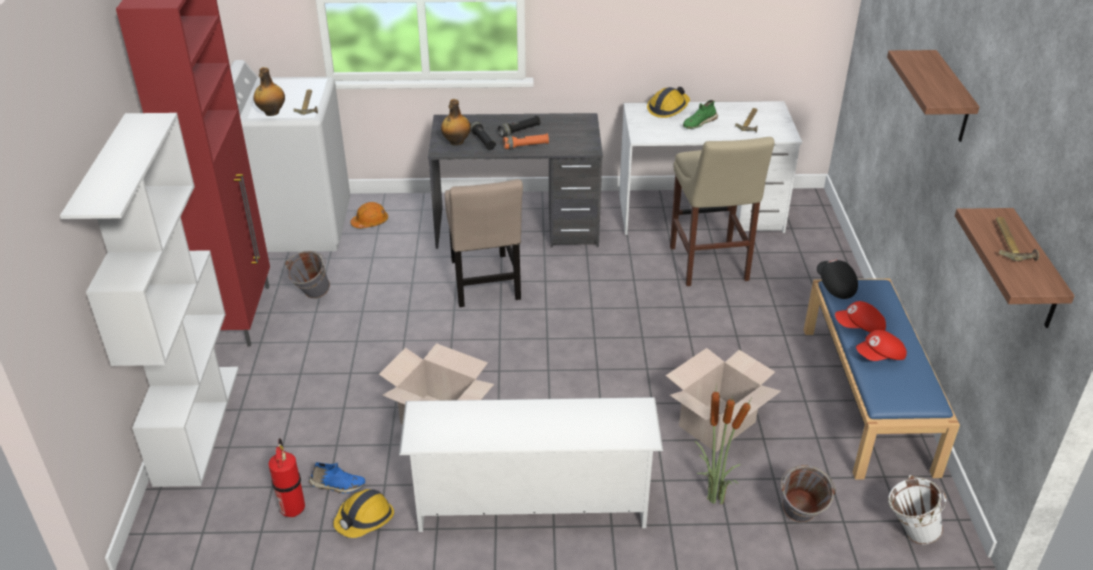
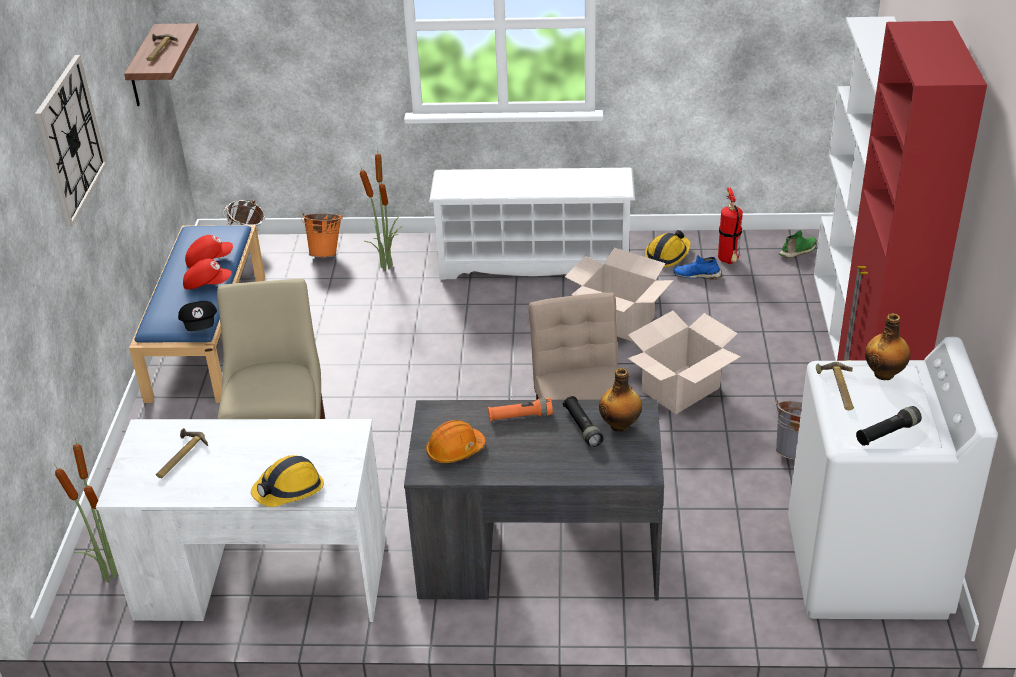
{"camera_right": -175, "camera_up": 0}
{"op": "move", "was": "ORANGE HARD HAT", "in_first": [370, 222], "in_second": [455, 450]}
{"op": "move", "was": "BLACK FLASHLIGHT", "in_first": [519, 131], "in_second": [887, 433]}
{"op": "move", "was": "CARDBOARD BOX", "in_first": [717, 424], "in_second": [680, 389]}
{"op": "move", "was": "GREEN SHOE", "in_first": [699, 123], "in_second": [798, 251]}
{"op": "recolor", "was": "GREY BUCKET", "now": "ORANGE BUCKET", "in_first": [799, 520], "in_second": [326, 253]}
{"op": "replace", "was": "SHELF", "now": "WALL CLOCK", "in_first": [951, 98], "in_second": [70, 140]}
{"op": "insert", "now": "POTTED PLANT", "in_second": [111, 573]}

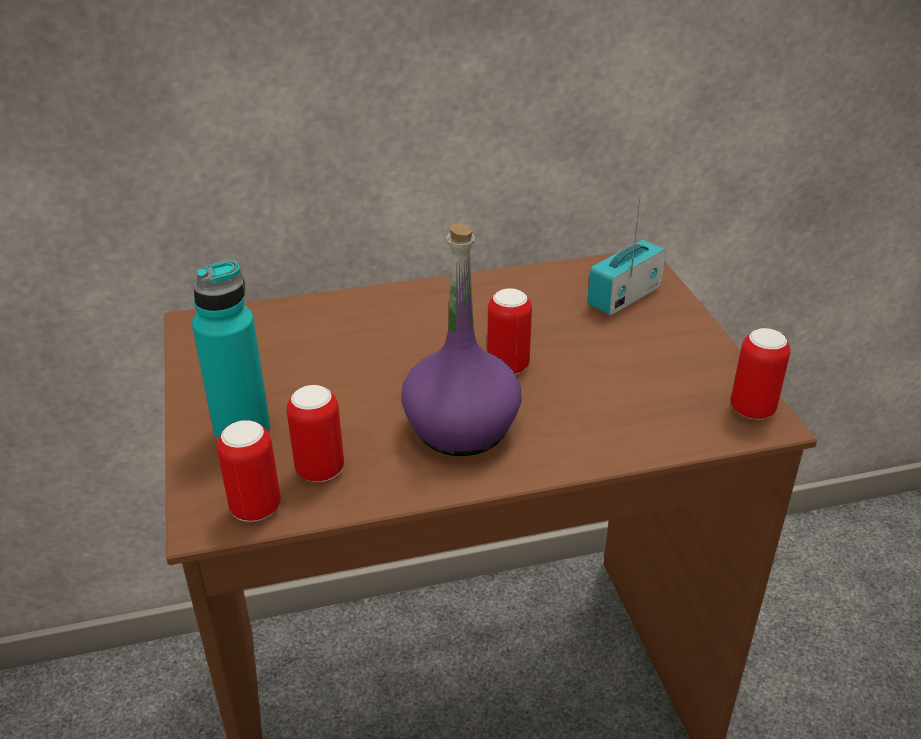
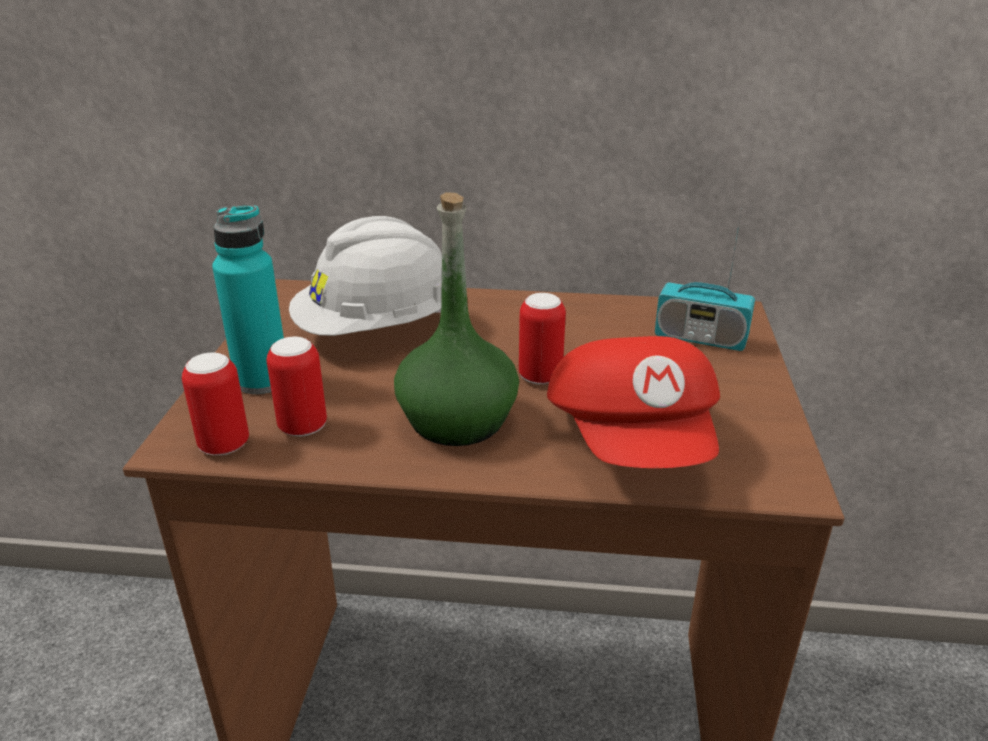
{"camera_right": 20, "camera_up": -5}
{"op": "recolor", "was": "PURPLE BOTTLE", "now": "GREEN BOTTLE", "in_first": [462, 428], "in_second": [458, 420]}
{"op": "rotate", "was": "RADIO", "in_first": [624, 297], "in_second": [700, 338], "clockwise": -135}
{"op": "delete", "was": "CAN", "in_first": [752, 410]}
{"op": "insert", "now": "WHITE HARD HAT", "in_second": [377, 330]}
{"op": "insert", "now": "RED CAP", "in_second": [634, 441]}

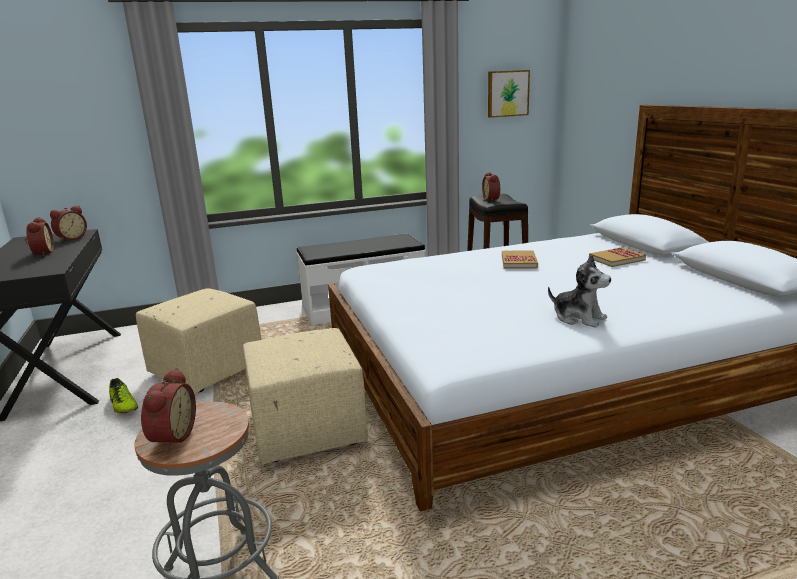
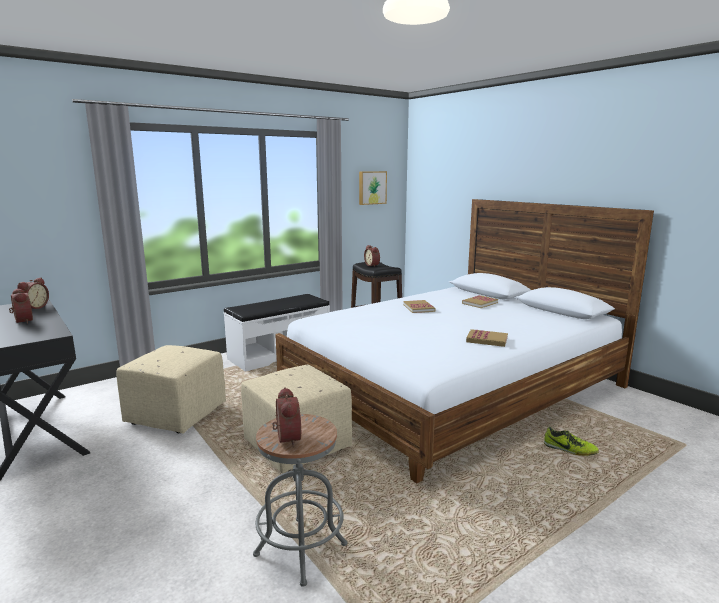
{"camera_right": -20, "camera_up": -5}
{"op": "move", "was": "SHOE", "in_first": [123, 406], "in_second": [569, 450]}
{"op": "replace", "was": "PLUSH TOY", "now": "BOOK", "in_first": [578, 318], "in_second": [487, 340]}

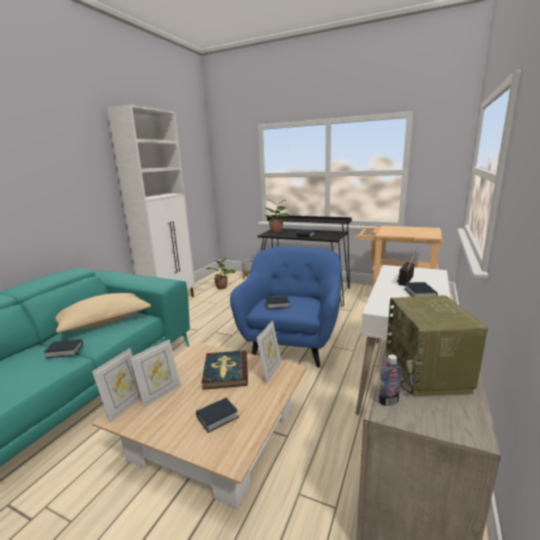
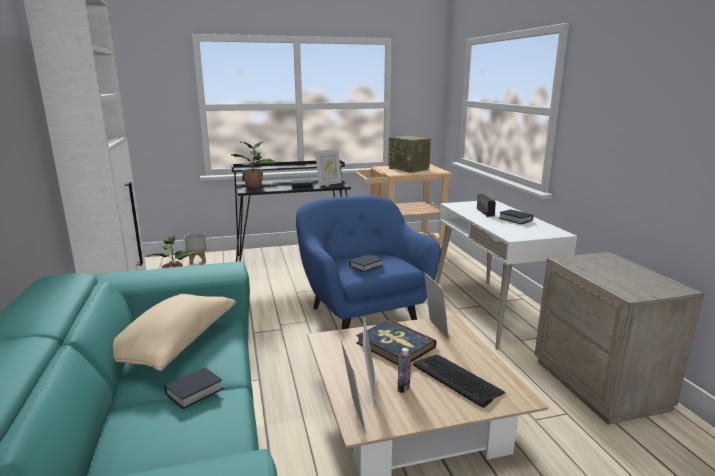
{"camera_right": -40, "camera_up": 0}
{"op": "replace", "was": "BOOK", "now": "KEYBOARD", "in_first": [217, 417], "in_second": [456, 380]}
{"op": "move", "was": "BOTTLE", "in_first": [388, 401], "in_second": [403, 388]}
{"op": "move", "was": "RADIO", "in_first": [428, 373], "in_second": [409, 169]}
{"op": "insert", "now": "PICTURE FRAME", "in_second": [329, 183]}

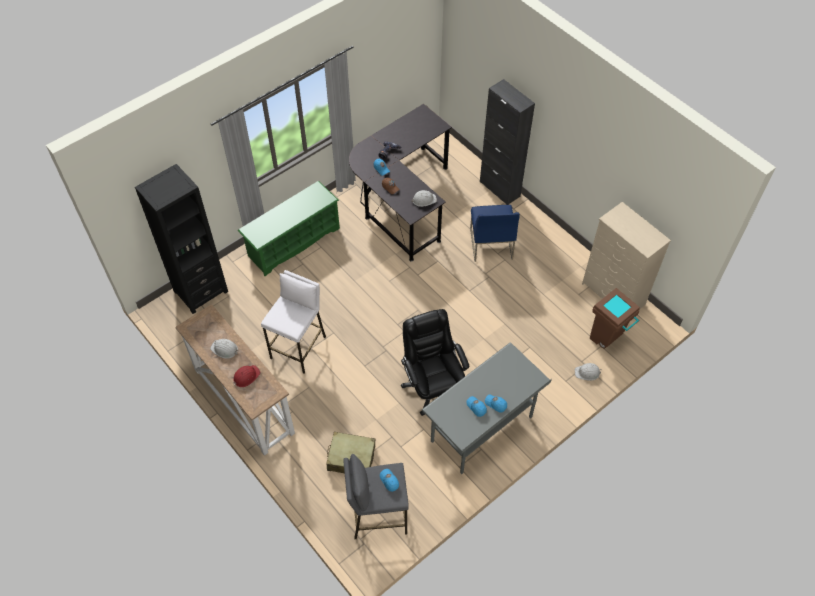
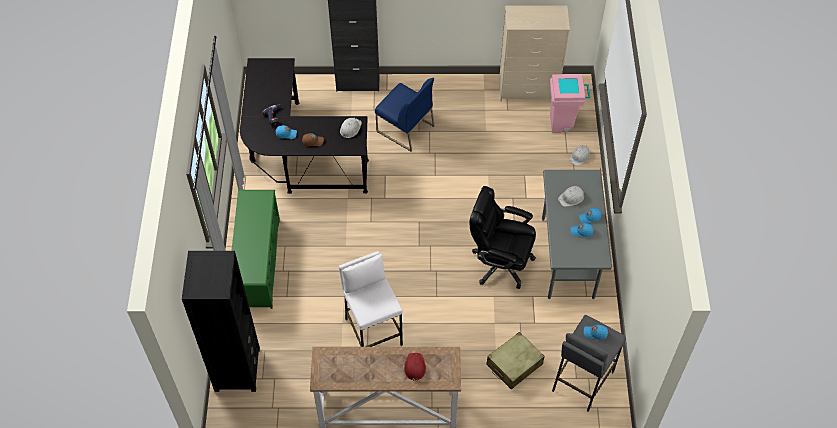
{"camera_right": -50, "camera_up": 0}
{"op": "move", "was": "WHITE HARD HAT", "in_first": [224, 349], "in_second": [571, 198]}
{"op": "recolor", "was": "BROWN TRASH CAN", "now": "PINK TRASH CAN", "in_first": [607, 340], "in_second": [563, 123]}

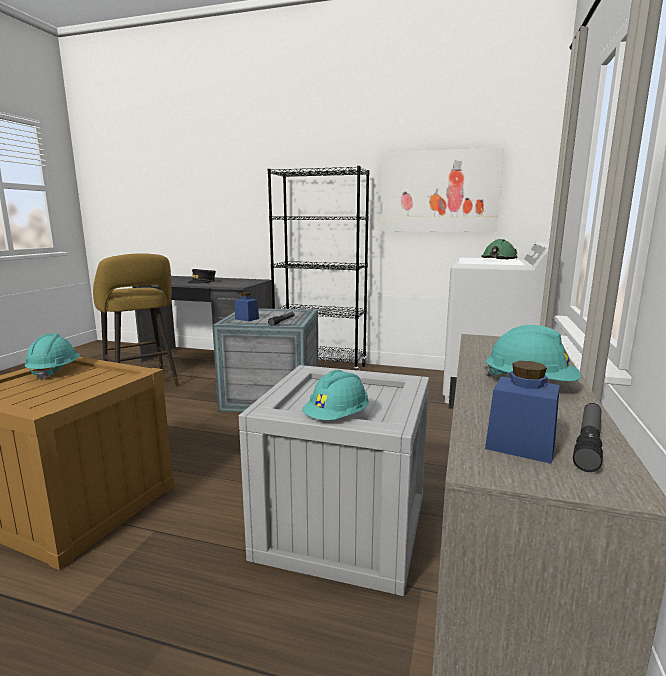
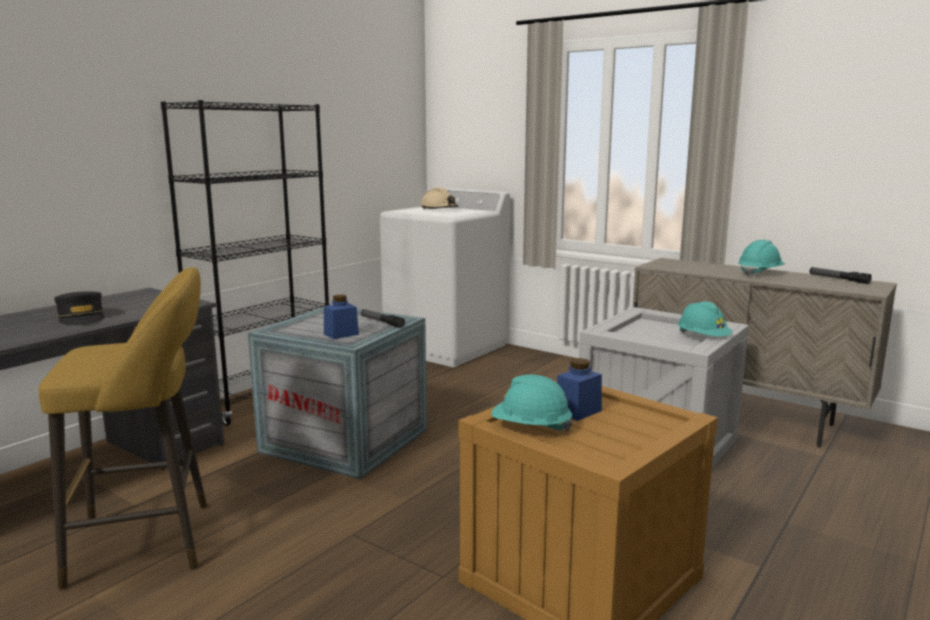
{"camera_right": -70, "camera_up": 0}
{"op": "delete", "was": "PICTURE", "in_first": [438, 192]}
{"op": "recolor", "was": "GREEN HARD HAT", "now": "BEIGE HARD HAT", "in_first": [498, 260], "in_second": [439, 209]}
{"op": "move", "was": "BLUE JAR", "in_first": [520, 445], "in_second": [578, 411]}

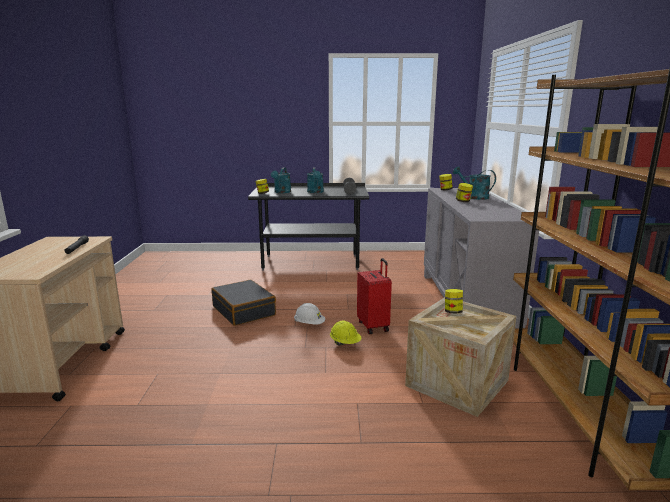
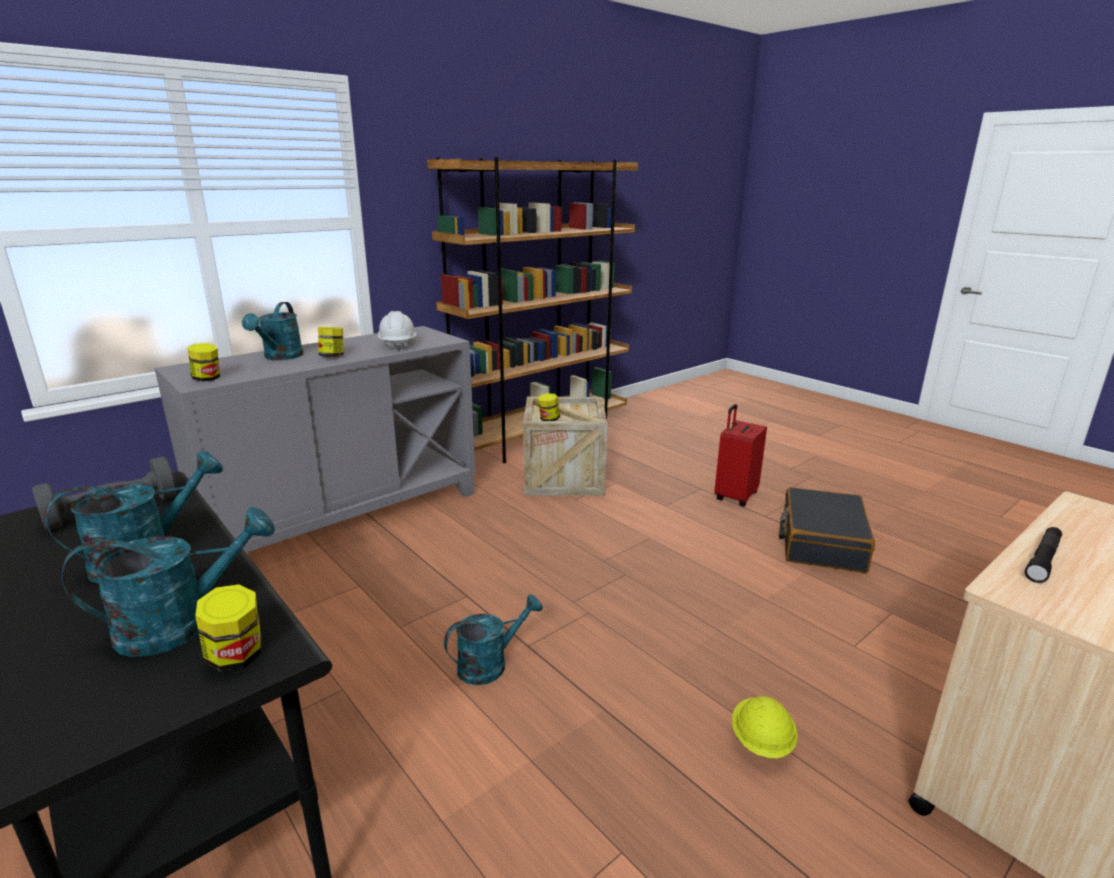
{"camera_right": -130, "camera_up": 5}
{"op": "move", "was": "BLACK SUITCASE", "in_first": [244, 311], "in_second": [821, 542]}
{"op": "move", "was": "WHITE HARD HAT", "in_first": [309, 324], "in_second": [397, 345]}
{"op": "move", "was": "YELLOW HARD HAT", "in_first": [345, 344], "in_second": [761, 741]}
{"op": "move", "was": "RED SUITCASE", "in_first": [374, 326], "in_second": [734, 496]}
{"op": "insert", "now": "TURQUOISE WATERING CAN", "in_second": [490, 664]}

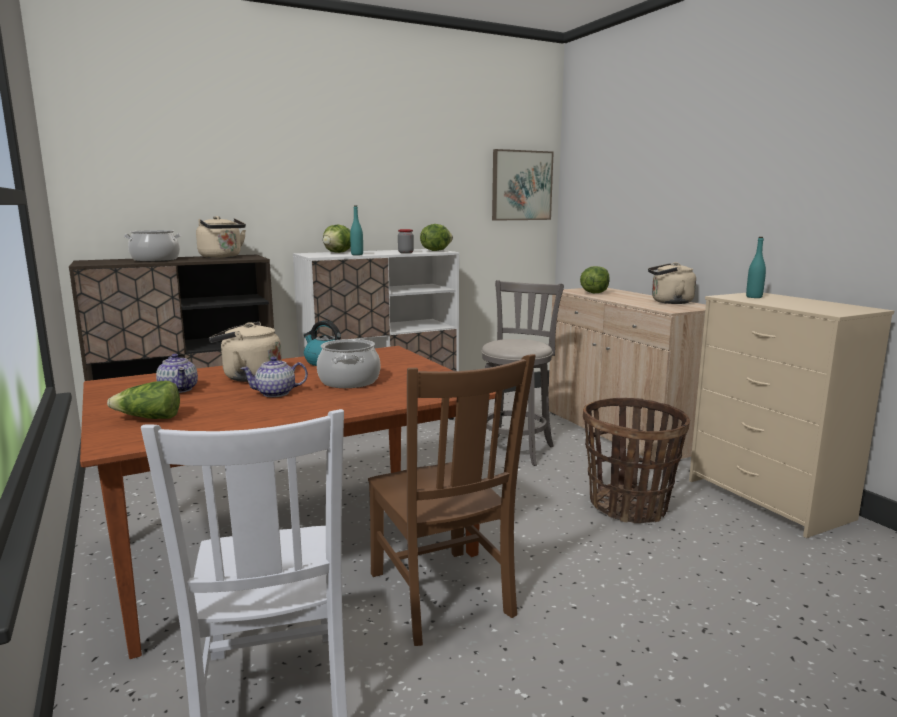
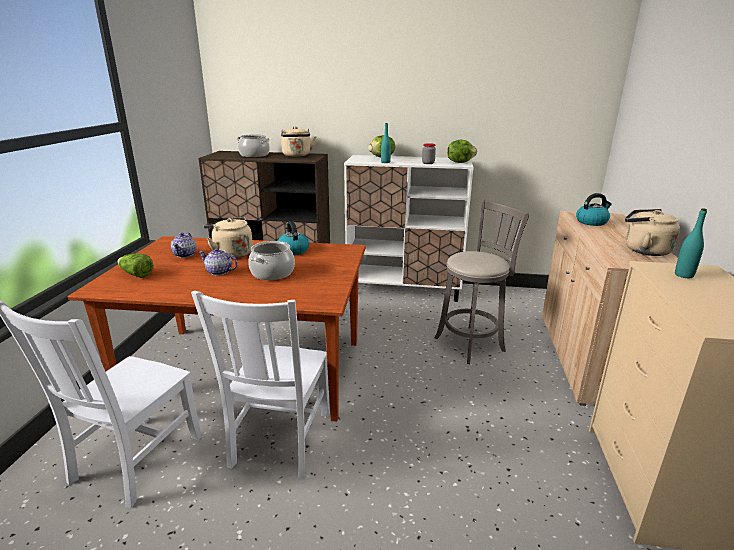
{"camera_right": 35, "camera_up": 10}
{"op": "recolor", "was": "BROWN CHAIR", "now": "WHITE CHAIR", "in_first": [442, 597], "in_second": [280, 441]}
{"op": "delete", "was": "PICTURE", "in_first": [521, 185]}
{"op": "replace", "was": "LETTUCE", "now": "KETTLE", "in_first": [594, 293], "in_second": [591, 222]}
{"op": "delete", "was": "BASKET", "in_first": [628, 506]}

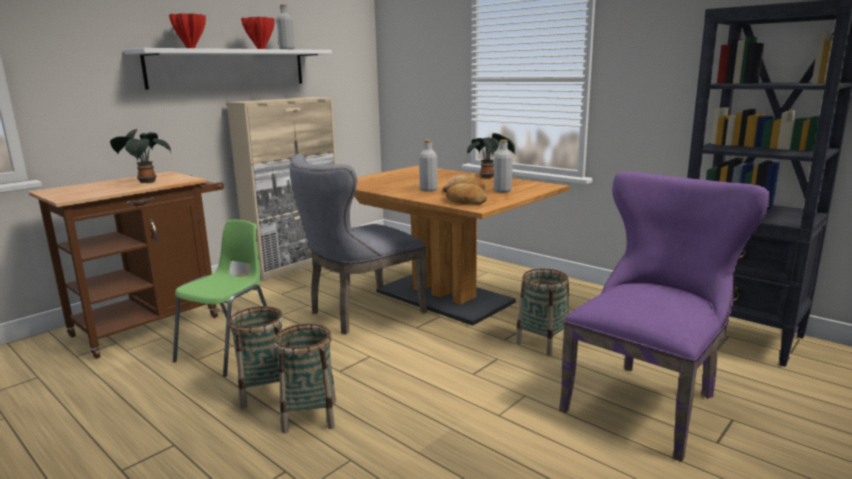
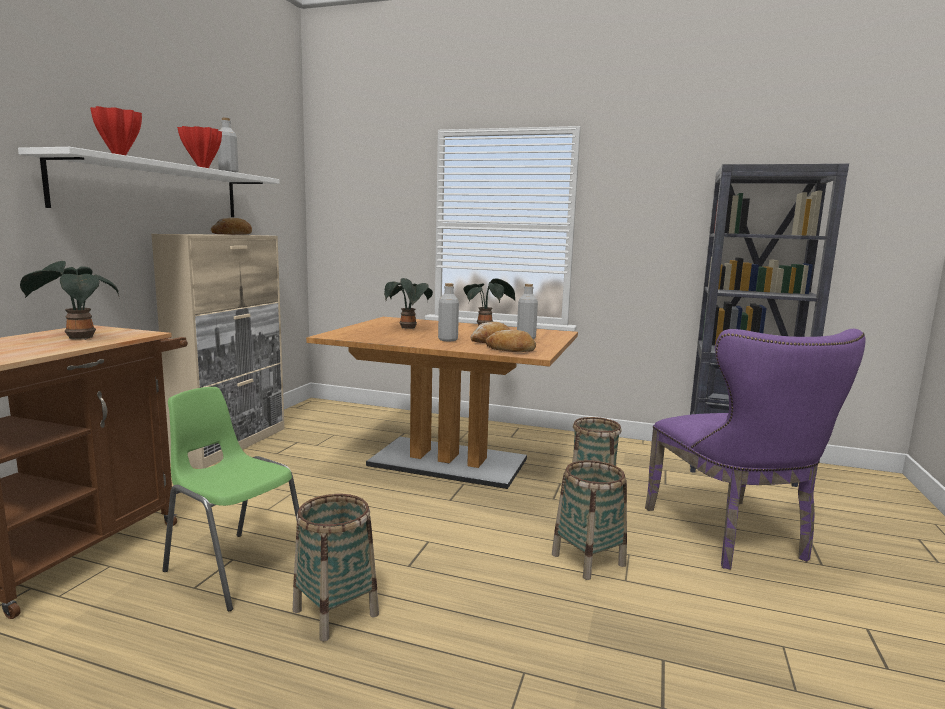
{"camera_right": -25, "camera_up": -5}
{"op": "rotate", "was": "GREEN CHAIR", "in_first": [230, 351], "in_second": [236, 567], "clockwise": -60}
{"op": "move", "was": "BASKET", "in_first": [310, 416], "in_second": [588, 560]}
{"op": "delete", "was": "GREY CHAIR", "in_first": [360, 313]}
{"op": "rotate", "was": "PURPLE CHAIR", "in_first": [647, 400], "in_second": [733, 537], "clockwise": 150}
{"op": "insert", "now": "BREAD", "in_second": [232, 234]}
{"op": "insert", "now": "POTTED PLANT", "in_second": [408, 328]}

